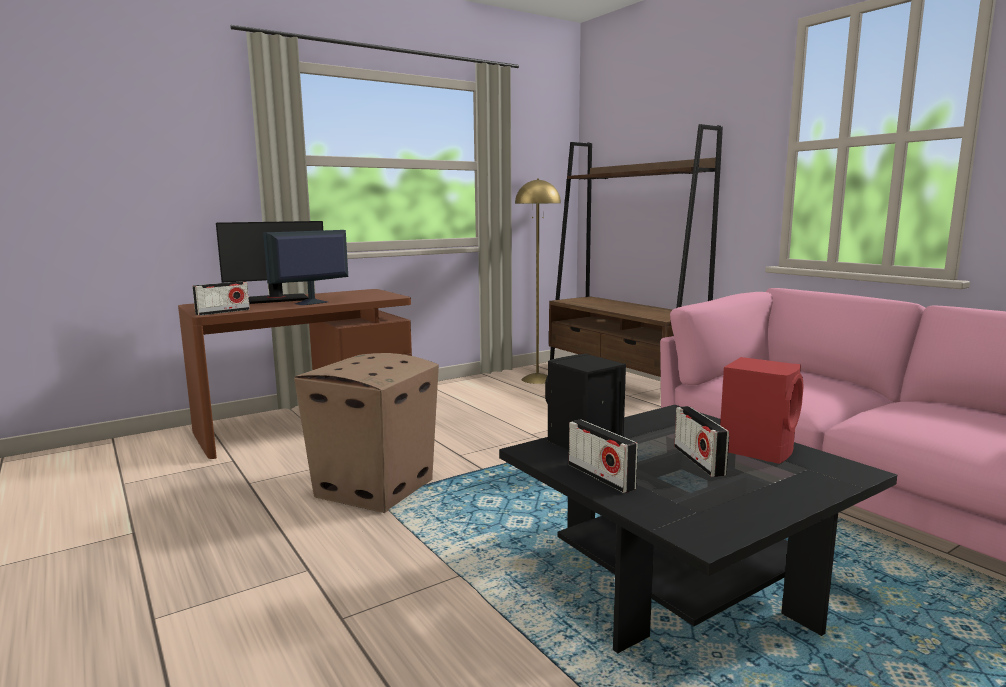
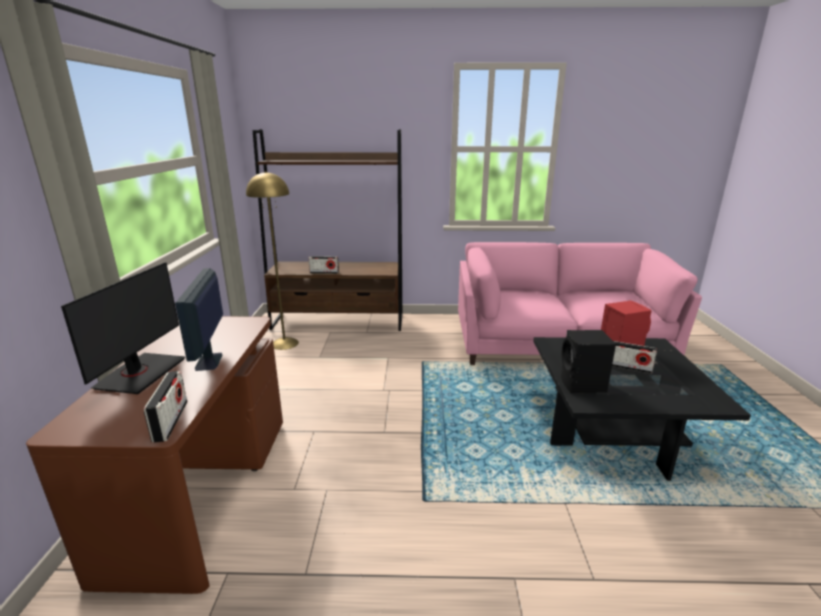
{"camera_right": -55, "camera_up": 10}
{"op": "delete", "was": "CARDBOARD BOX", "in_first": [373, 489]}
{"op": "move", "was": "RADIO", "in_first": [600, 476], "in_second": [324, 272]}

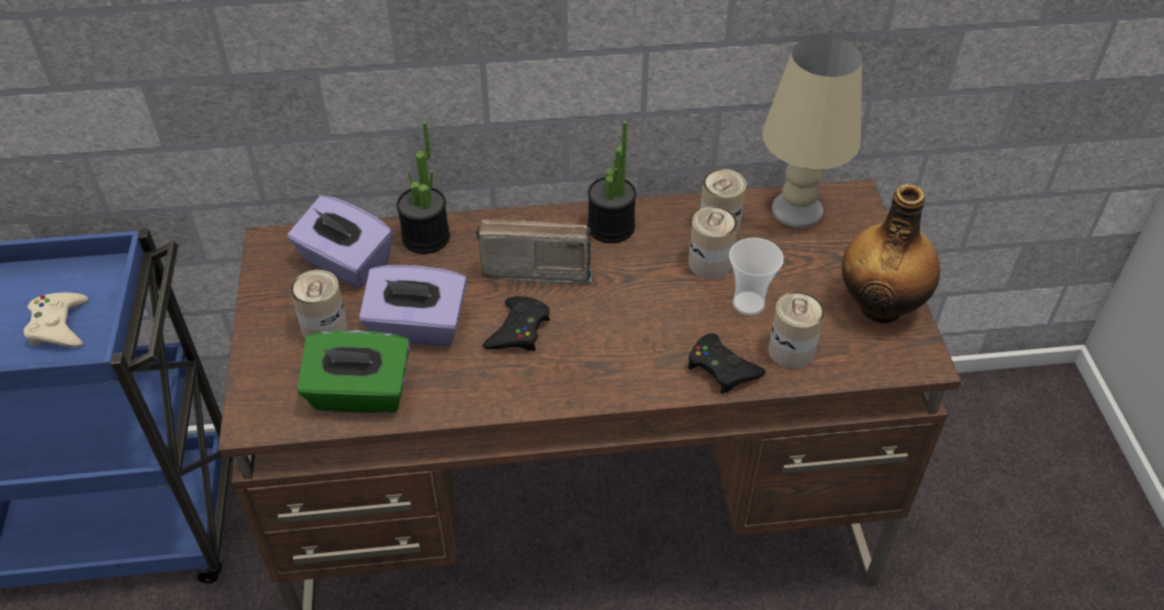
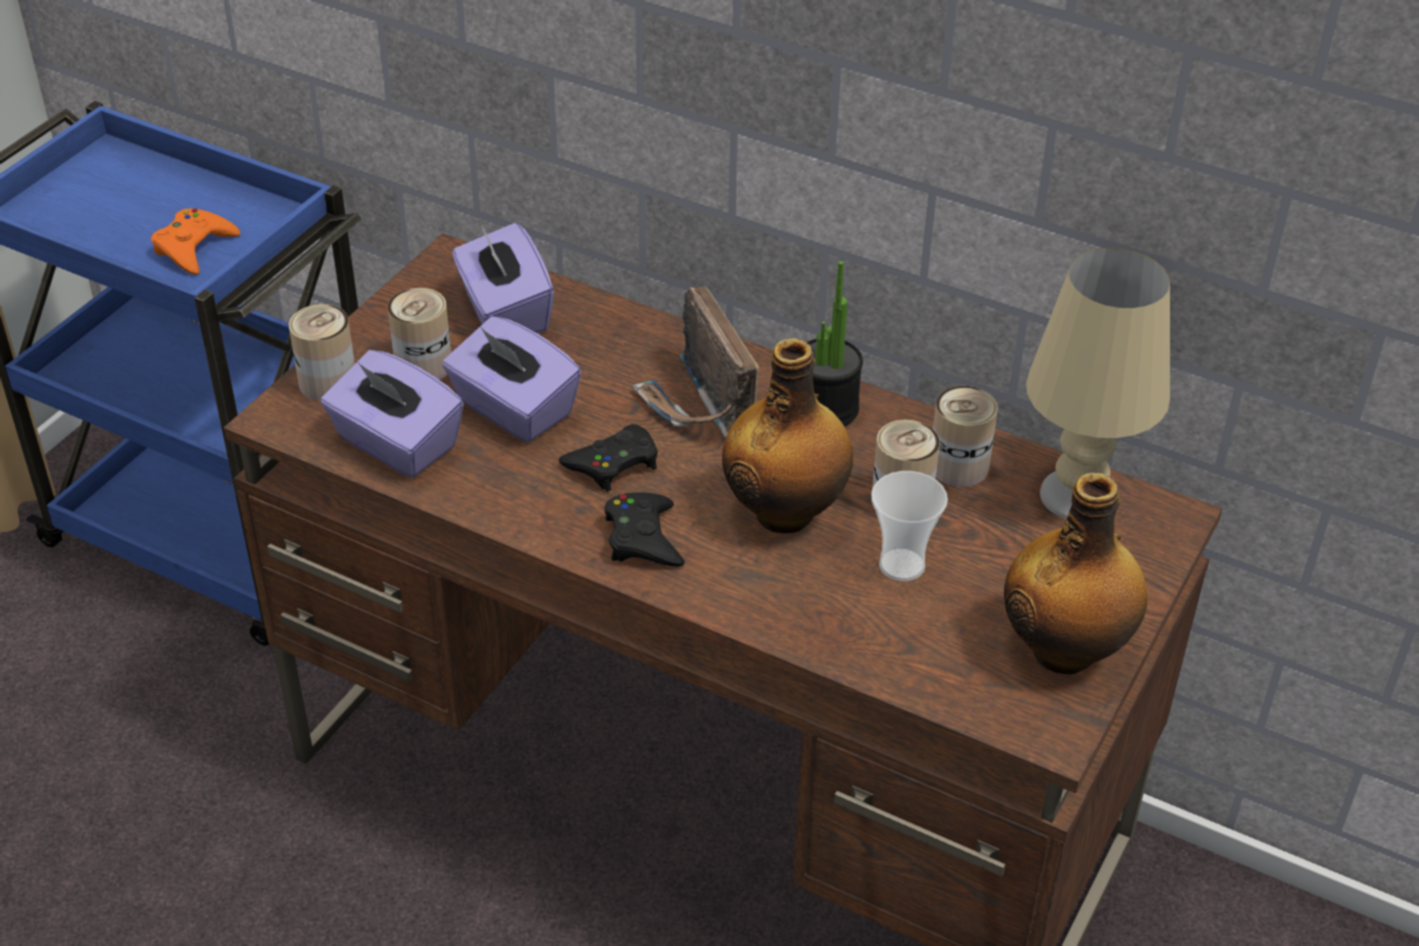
{"camera_right": 35, "camera_up": -5}
{"op": "recolor", "was": "BEIGE GAME CONTROLLER", "now": "ORANGE GAME CONTROLLER", "in_first": [59, 326], "in_second": [194, 248]}
{"op": "recolor", "was": "GREEN TISSUE BOX", "now": "PURPLE TISSUE BOX", "in_first": [360, 394], "in_second": [396, 444]}
{"op": "delete", "was": "POTTED PLANT", "in_first": [426, 237]}
{"op": "rotate", "was": "RADIO", "in_first": [534, 265], "in_second": [698, 407], "clockwise": -150}
{"op": "move", "was": "BLACK GAME CONTROLLER", "in_first": [722, 368], "in_second": [643, 538]}
{"op": "move", "was": "CAN", "in_first": [791, 351], "in_second": [328, 383]}
{"op": "insert", "now": "BOTTLE", "in_second": [786, 511]}

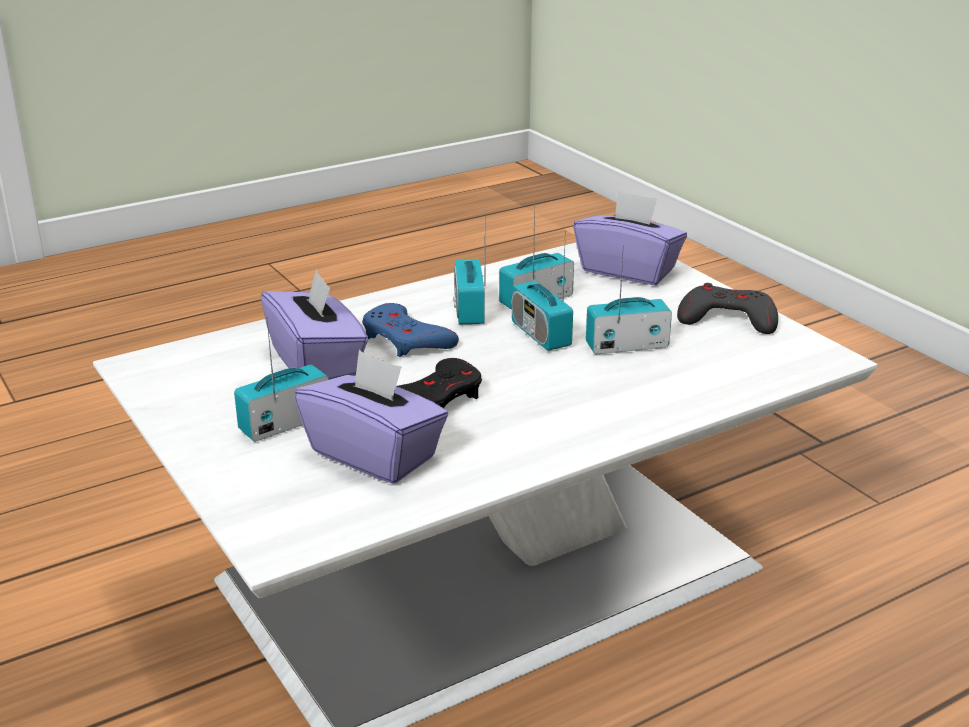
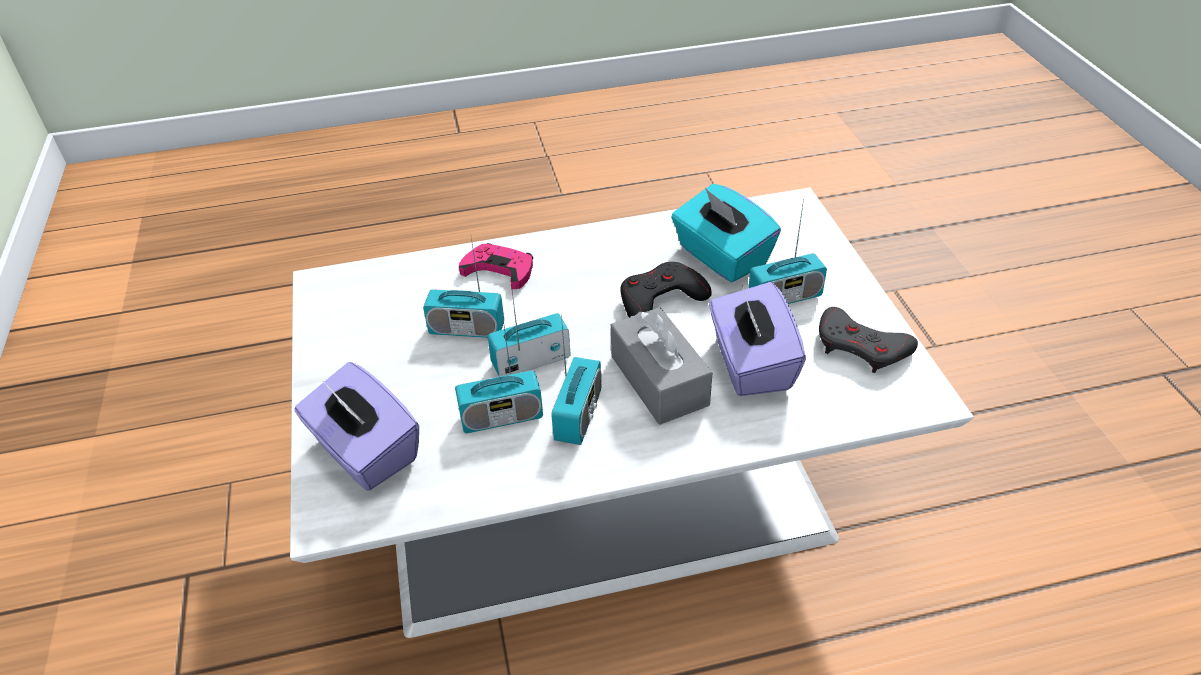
{"camera_right": -160, "camera_up": 15}
{"op": "recolor", "was": "PURPLE TISSUE BOX", "now": "TURQUOISE TISSUE BOX", "in_first": [374, 454], "in_second": [721, 257]}
{"op": "replace", "was": "BLUE GAME CONTROLLER", "now": "GREY TISSUE BOX", "in_first": [406, 339], "in_second": [659, 380]}
{"op": "rotate", "was": "RADIO", "in_first": [540, 334], "in_second": [531, 360], "clockwise": -105}
{"op": "move", "was": "GREY GAME CONTROLLER", "in_first": [727, 318], "in_second": [861, 347]}
{"op": "insert", "now": "PINK GAME CONTROLLER", "in_second": [499, 270]}

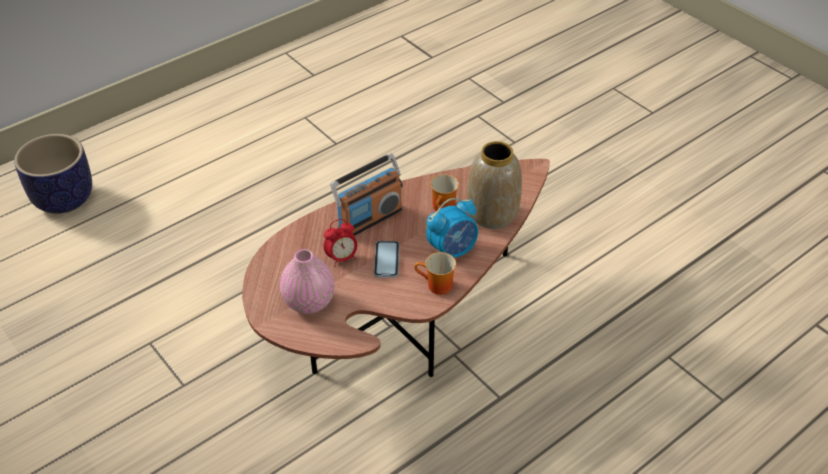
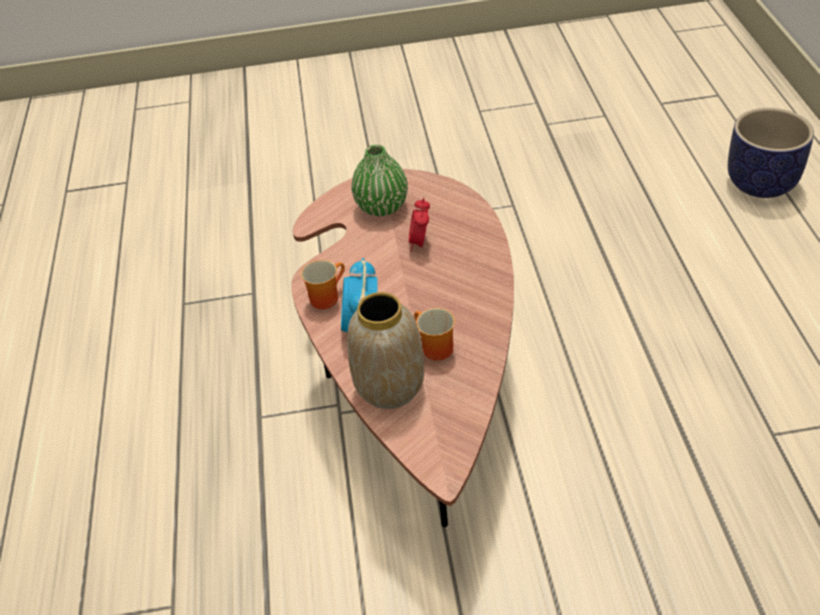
{"camera_right": 125, "camera_up": 0}
{"op": "recolor", "was": "PINK VASE", "now": "GREEN VASE", "in_first": [309, 302], "in_second": [381, 207]}
{"op": "delete", "was": "RADIO", "in_first": [369, 219]}
{"op": "delete", "was": "PHONE", "in_first": [386, 260]}

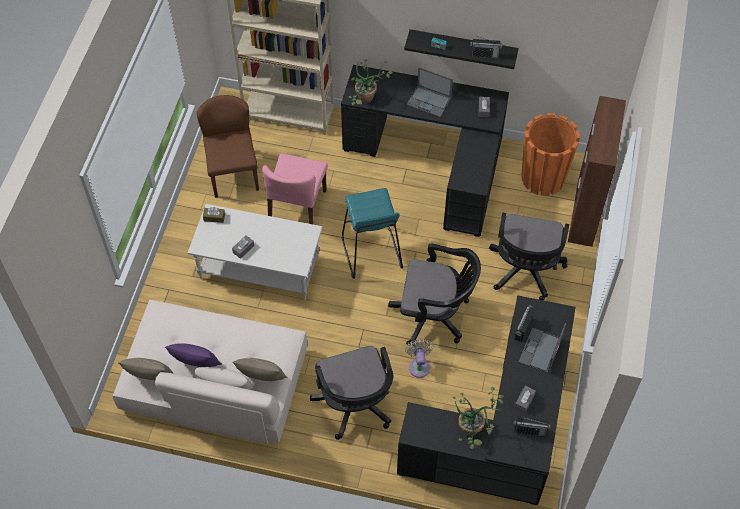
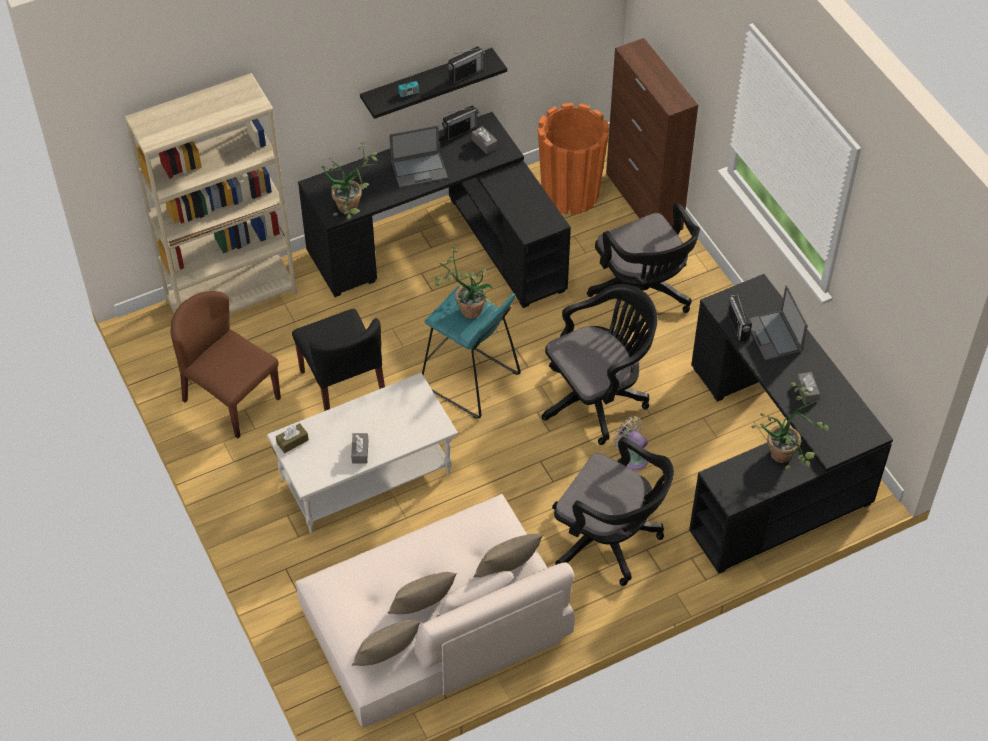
{"camera_right": -40, "camera_up": -5}
{"op": "recolor", "was": "PURPLE PILLOW", "now": "BEIGE PILLOW", "in_first": [196, 364], "in_second": [422, 607]}
{"op": "recolor", "was": "PINK CHAIR", "now": "BLACK CHAIR", "in_first": [297, 207], "in_second": [343, 387]}
{"op": "move", "was": "RADIO", "in_first": [530, 431], "in_second": [460, 131]}
{"op": "insert", "now": "POTTED PLANT", "in_second": [466, 308]}

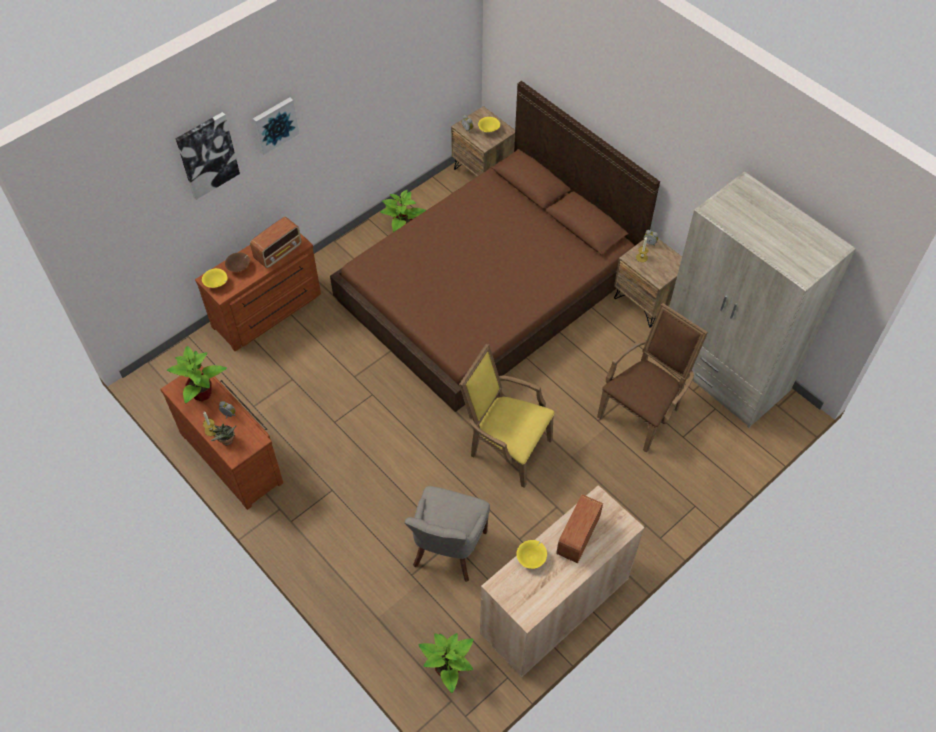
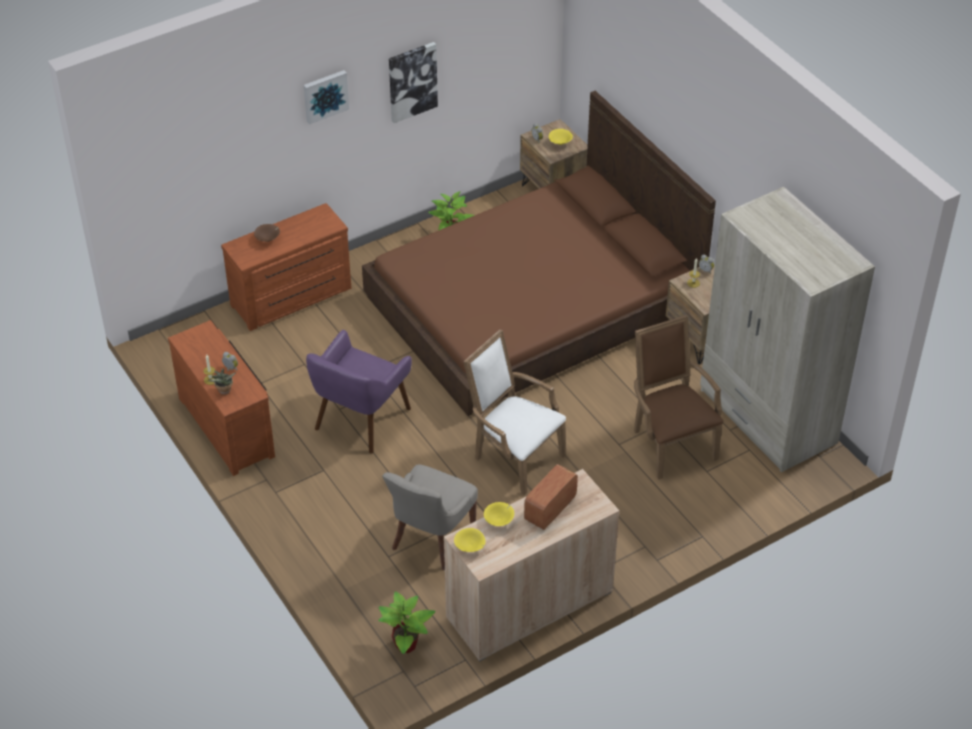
{"camera_right": 10, "camera_up": -10}
{"op": "delete", "was": "POTTED PLANT", "in_first": [202, 394]}
{"op": "move", "was": "PICTURE", "in_first": [207, 155], "in_second": [412, 81]}
{"op": "move", "was": "YELLOW BOWL", "in_first": [216, 284], "in_second": [470, 547]}
{"op": "delete", "was": "RADIO", "in_first": [279, 252]}
{"op": "recolor", "was": "YELLOW ARMCHAIR", "now": "WHITE ARMCHAIR", "in_first": [505, 447], "in_second": [513, 456]}
{"op": "rotate", "was": "BROWN ARMCHAIR", "in_first": [643, 411], "in_second": [670, 442], "clockwise": -75}
{"op": "insert", "now": "PURPLE ARMCHAIR", "in_second": [360, 419]}

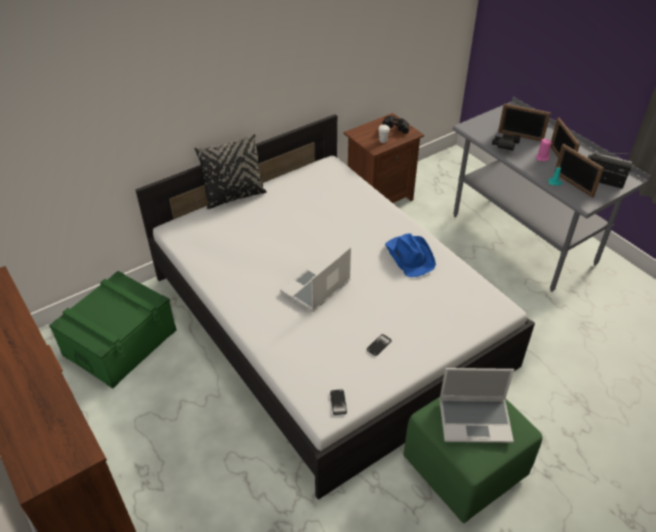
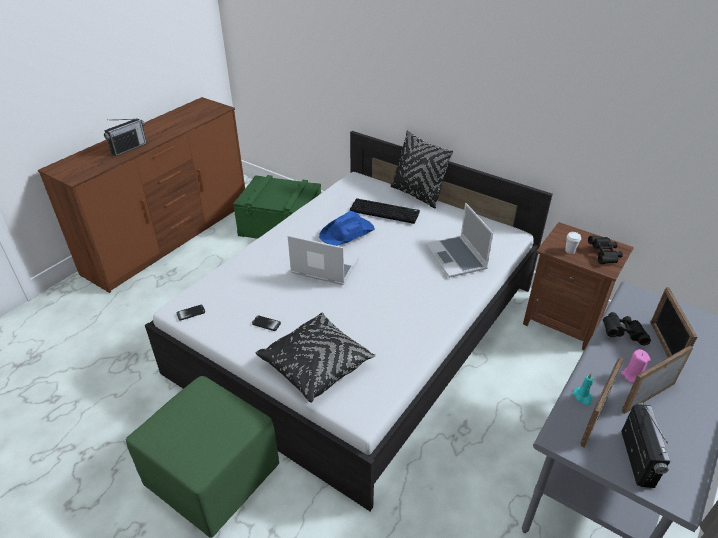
{"camera_right": 70, "camera_up": -5}
{"op": "move", "was": "BLUE HAT", "in_first": [410, 256], "in_second": [347, 233]}
{"op": "move", "was": "LAPTOP", "in_first": [475, 420], "in_second": [457, 258]}
{"op": "insert", "now": "RADIO", "in_second": [129, 148]}
{"op": "insert", "now": "BLACK PILLOW", "in_second": [316, 365]}
{"op": "insert", "now": "KEYBOARD", "in_second": [385, 211]}

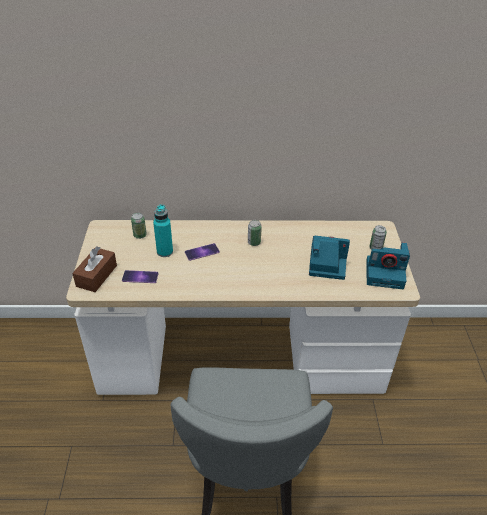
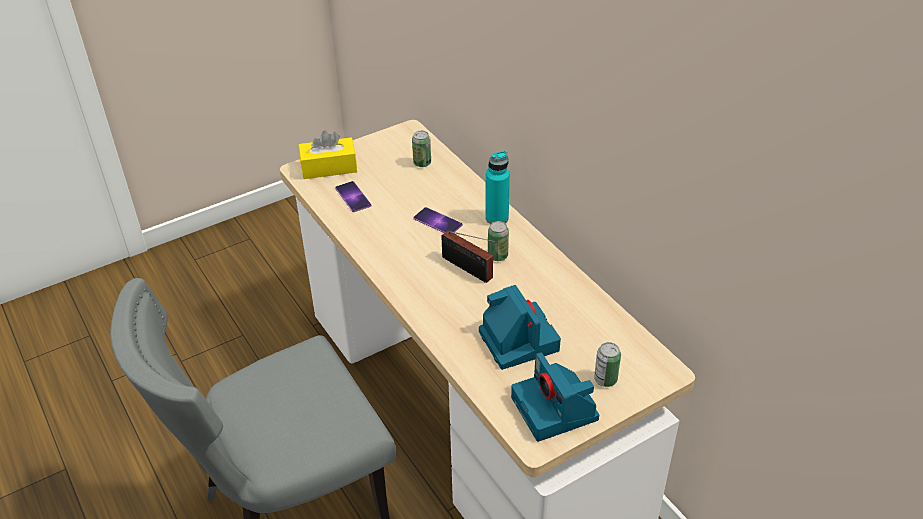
{"camera_right": 60, "camera_up": 0}
{"op": "recolor", "was": "BROWN TISSUE BOX", "now": "YELLOW TISSUE BOX", "in_first": [96, 276], "in_second": [329, 167]}
{"op": "move", "was": "TURQUOISE BOTTLE", "in_first": [165, 252], "in_second": [497, 218]}
{"op": "insert", "now": "RADIO", "in_second": [469, 269]}

